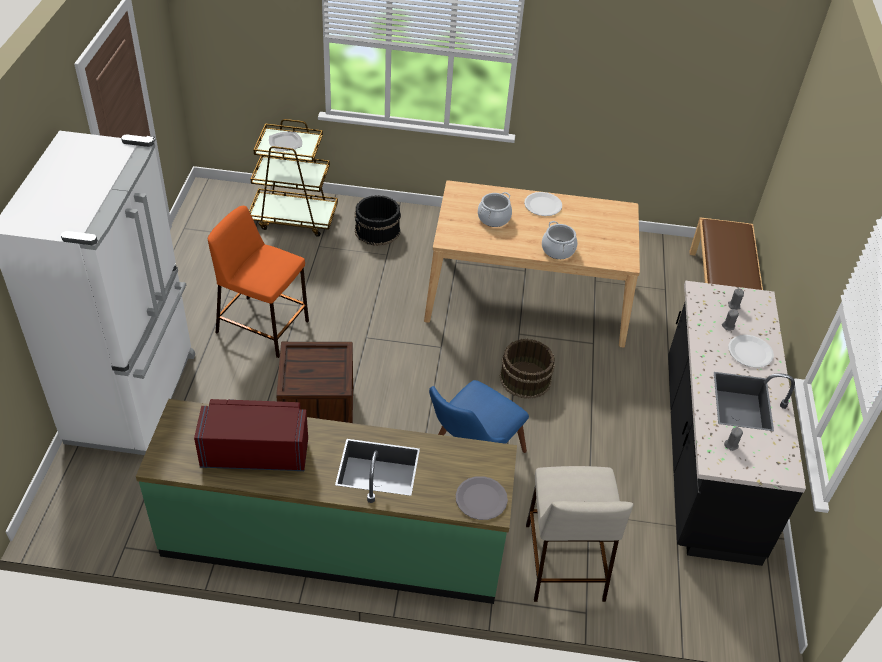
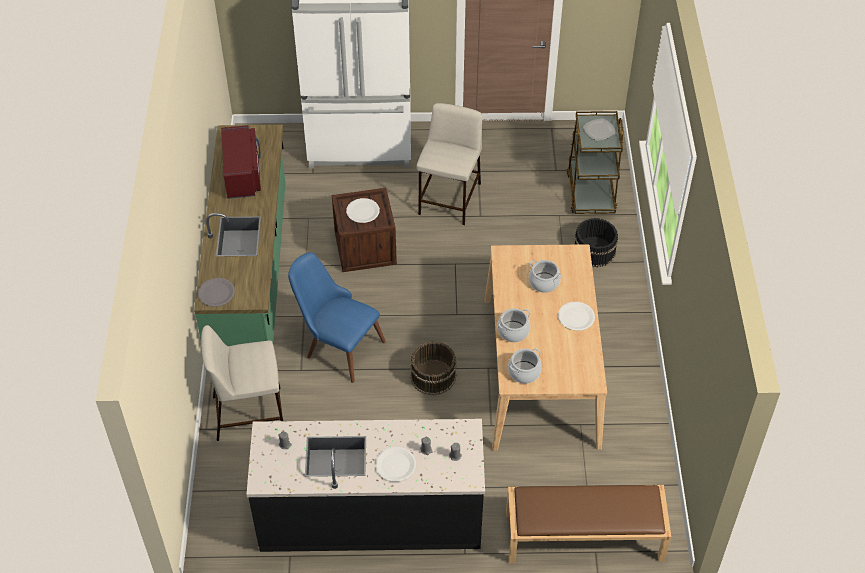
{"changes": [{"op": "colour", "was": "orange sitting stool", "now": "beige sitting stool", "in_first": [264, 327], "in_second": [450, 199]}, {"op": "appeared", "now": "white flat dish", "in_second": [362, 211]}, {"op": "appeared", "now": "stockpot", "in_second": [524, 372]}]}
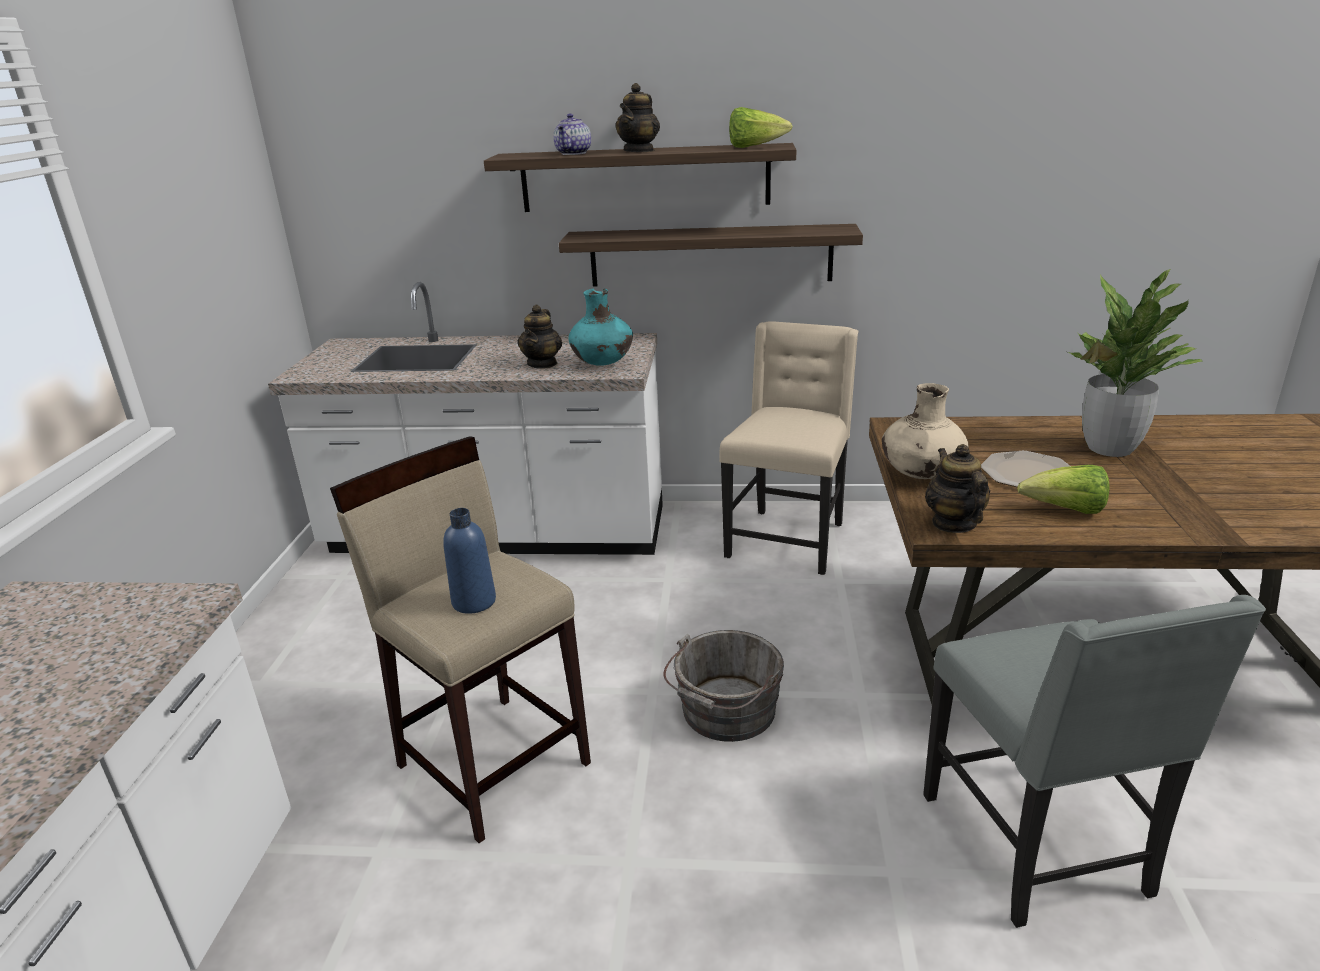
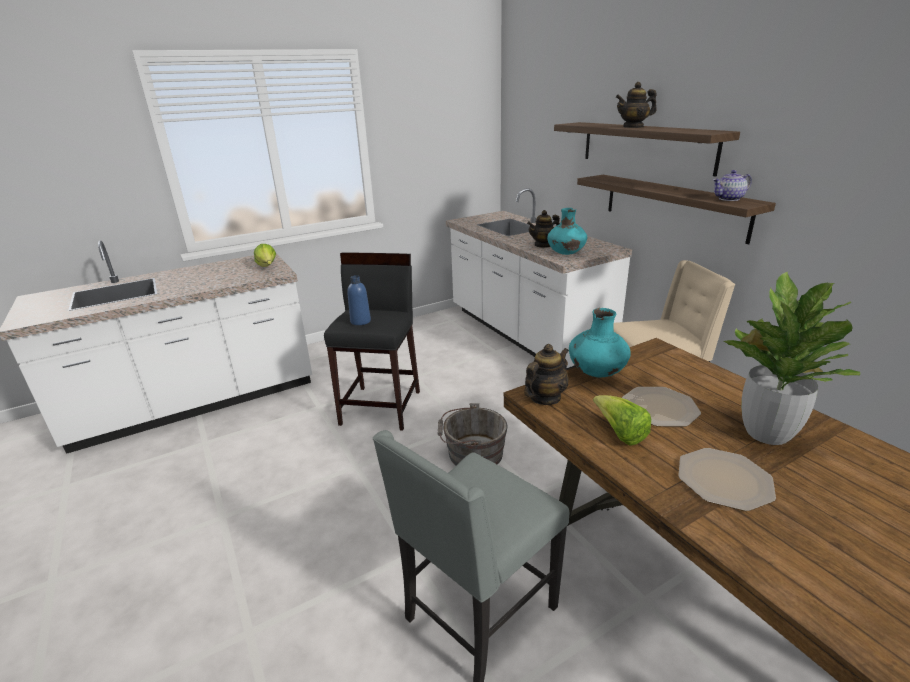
{"changes": [{"op": "relocated", "was": "lettuce", "in_first": [754, 147], "in_second": [267, 267]}, {"op": "relocated", "was": "pot for tea", "in_first": [574, 153], "in_second": [729, 199]}, {"op": "colour", "was": "beige vase", "now": "turquoise-coloured vase", "in_first": [920, 475], "in_second": [596, 372]}, {"op": "colour", "was": "beige sitting stool", "now": "blackish sitting stool", "in_first": [494, 762], "in_second": [382, 407]}, {"op": "appeared", "now": "flat dish", "in_second": [725, 480]}]}
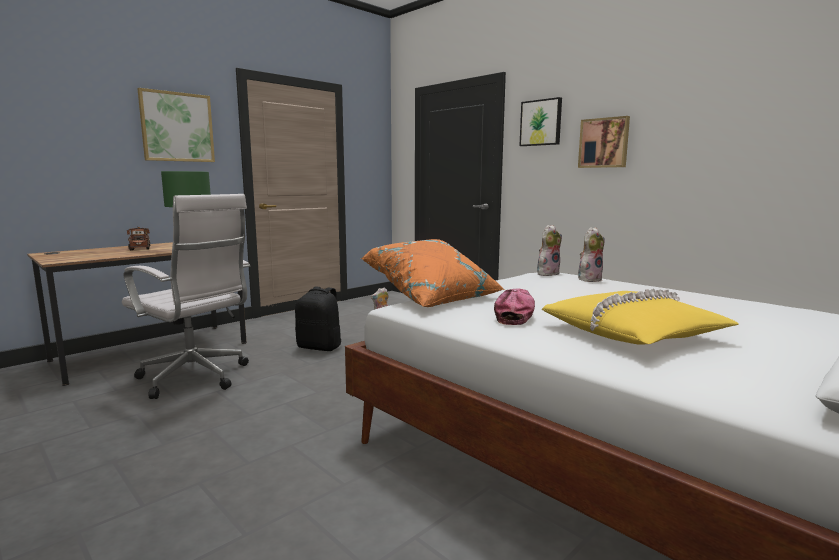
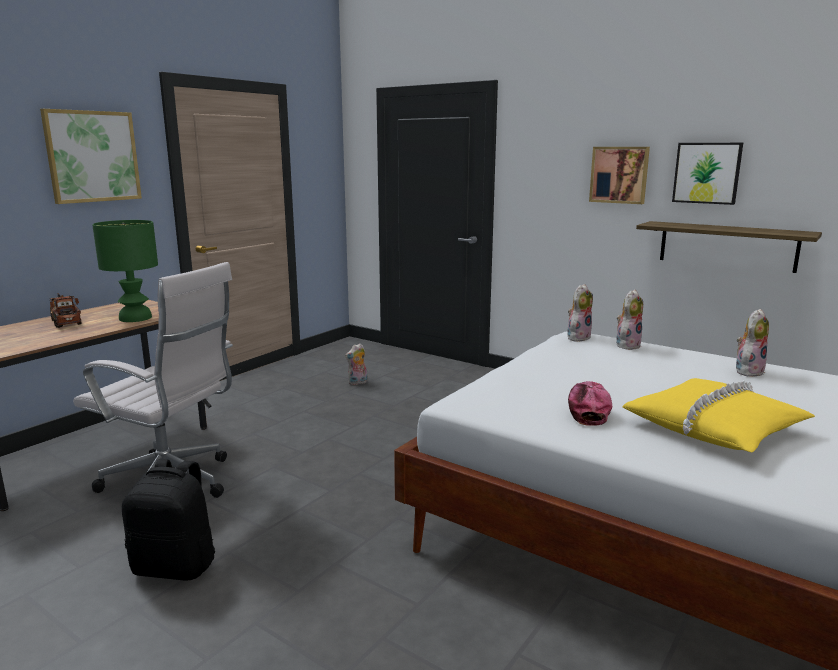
{"changes": [{"op": "relocated", "was": "picture", "in_first": [541, 122], "in_second": [707, 173]}, {"op": "missing", "was": "orange throw pillow", "in_first": [433, 297]}, {"op": "relocated", "was": "blackish rucksack", "in_first": [320, 347], "in_second": [176, 566]}, {"op": "appeared", "now": "shelf", "in_second": [727, 246]}, {"op": "appeared", "now": "soft toy", "in_second": [748, 371]}]}
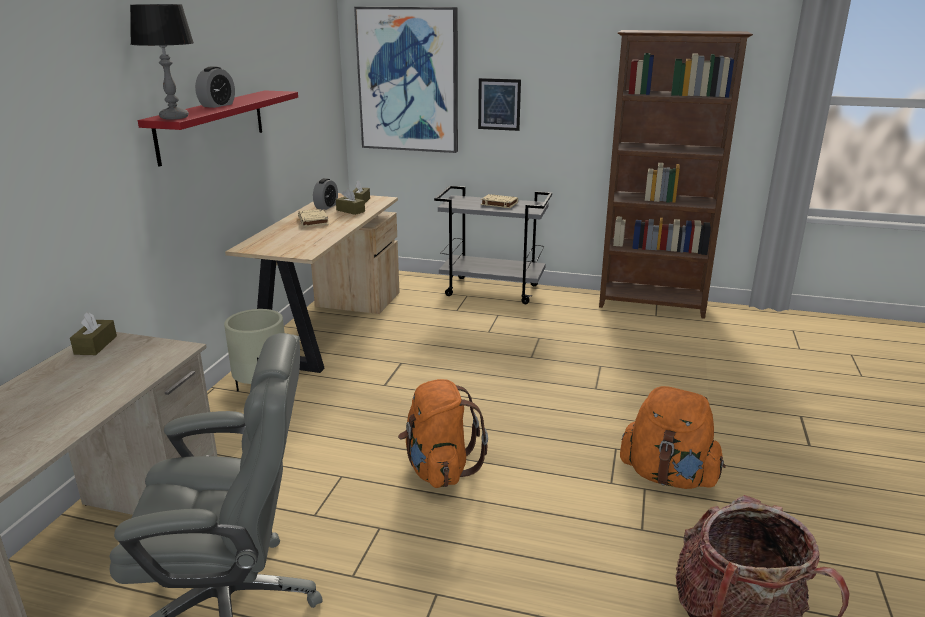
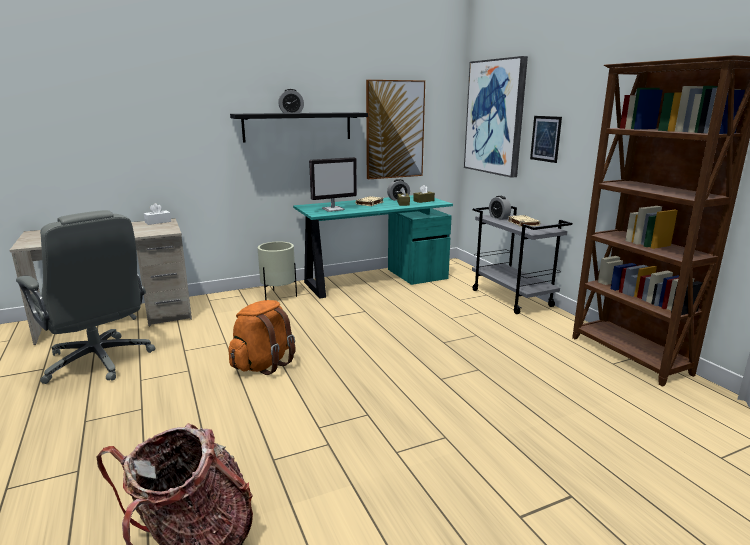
{"changes": [{"op": "missing", "was": "lamp for a table", "in_first": [174, 117]}, {"op": "colour", "was": "reddish shelf", "now": "blackish shelf", "in_first": [212, 125], "in_second": [298, 126]}, {"op": "colour", "was": "beige desk unit", "now": "turquoise-coloured desk unit", "in_first": [329, 325], "in_second": [373, 280]}, {"op": "colour", "was": "brown tissue holder", "now": "white tissue holder", "in_first": [95, 345], "in_second": [158, 222]}, {"op": "missing", "was": "orange rucksack", "in_first": [668, 476]}, {"op": "appeared", "now": "picture", "in_second": [394, 130]}, {"op": "appeared", "now": "computer display", "in_second": [333, 209]}, {"op": "appeared", "now": "bedside clock", "in_second": [499, 218]}]}
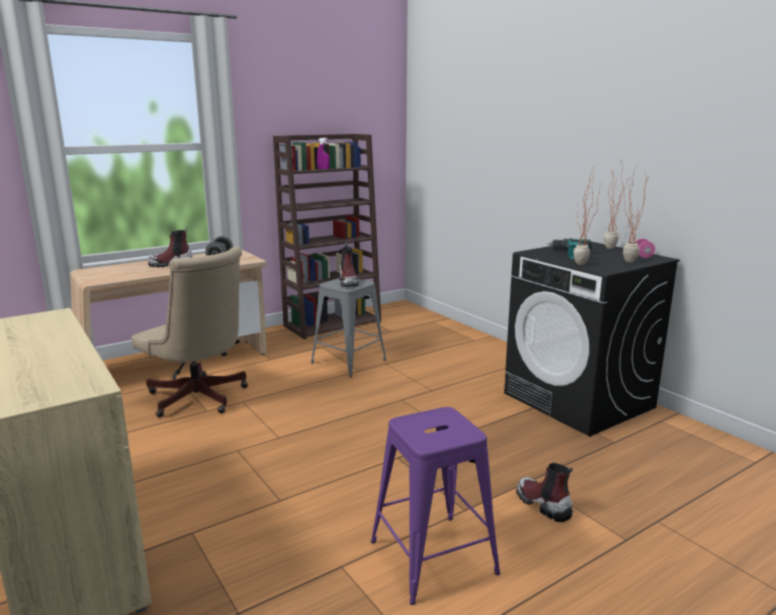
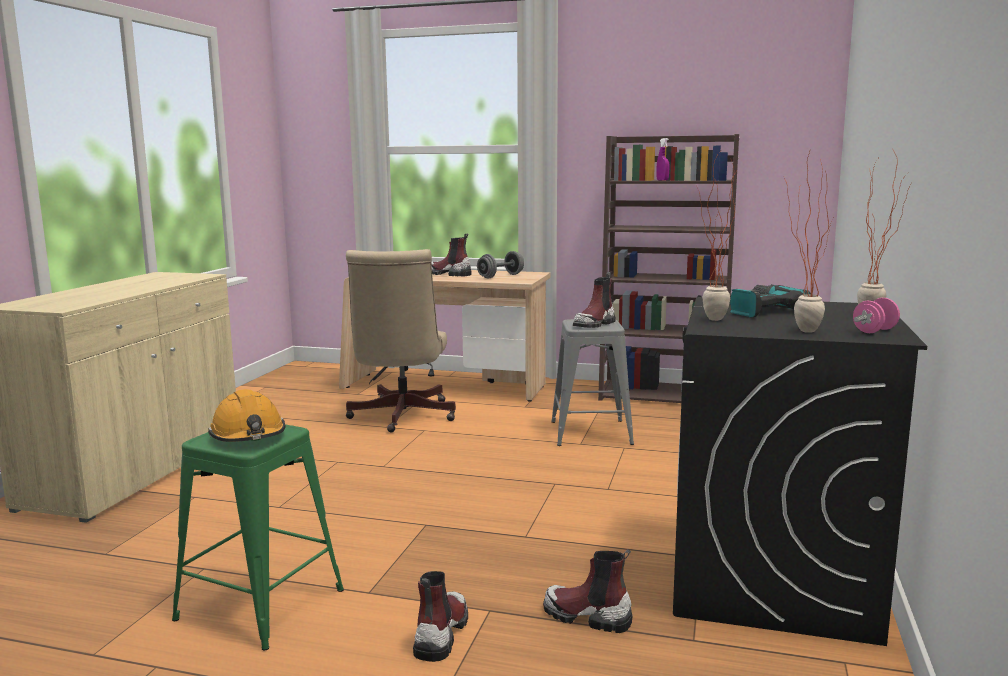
{"changes": [{"op": "colour", "was": "purplish sitting stool", "now": "green sitting stool", "in_first": [433, 557], "in_second": [261, 605]}, {"op": "appeared", "now": "orange hard hat", "in_second": [248, 435]}, {"op": "appeared", "now": "tall boot", "in_second": [587, 617]}]}
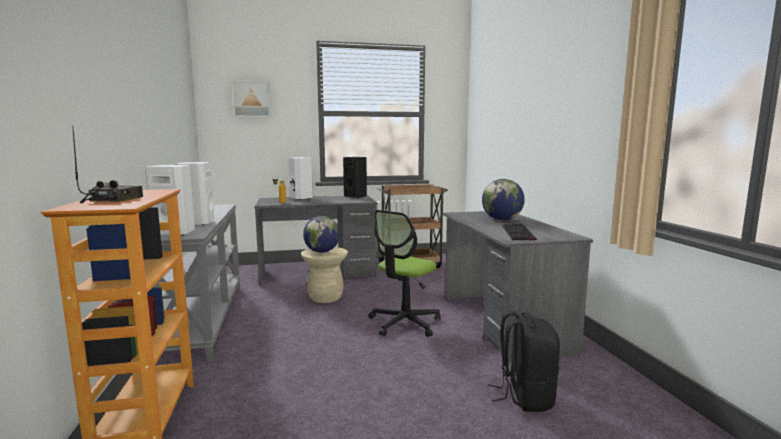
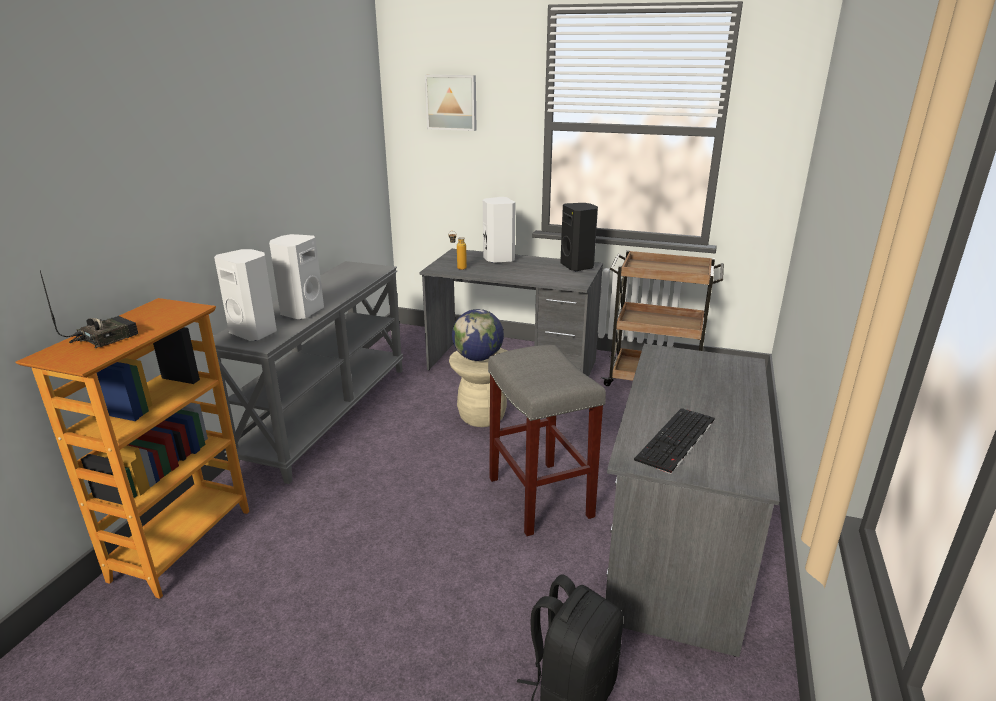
{"changes": [{"op": "missing", "was": "desk globe", "in_first": [502, 220]}, {"op": "exchanged", "was": "computer chair", "now": "greyish sitting stool", "in_first": [404, 323], "in_second": [538, 496]}]}
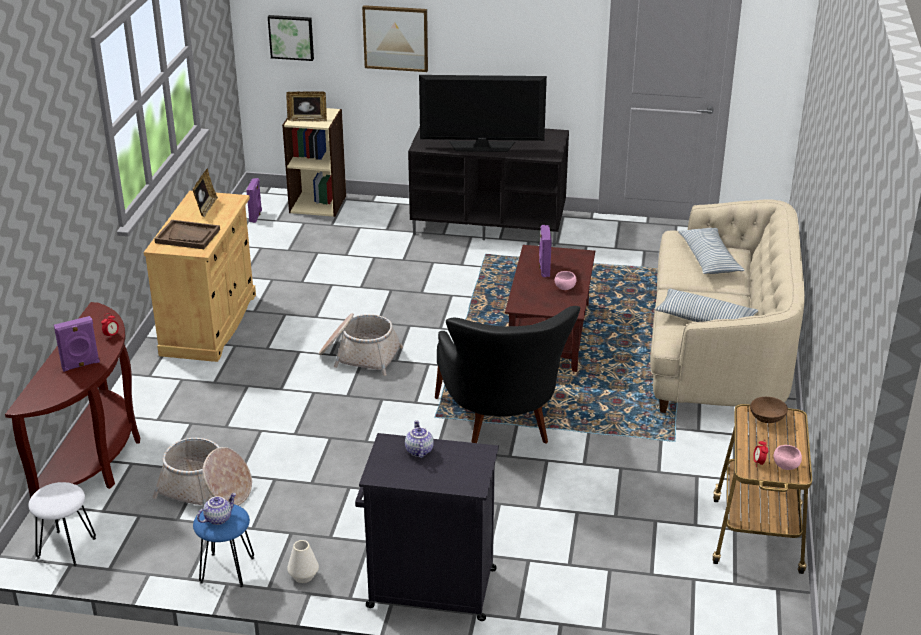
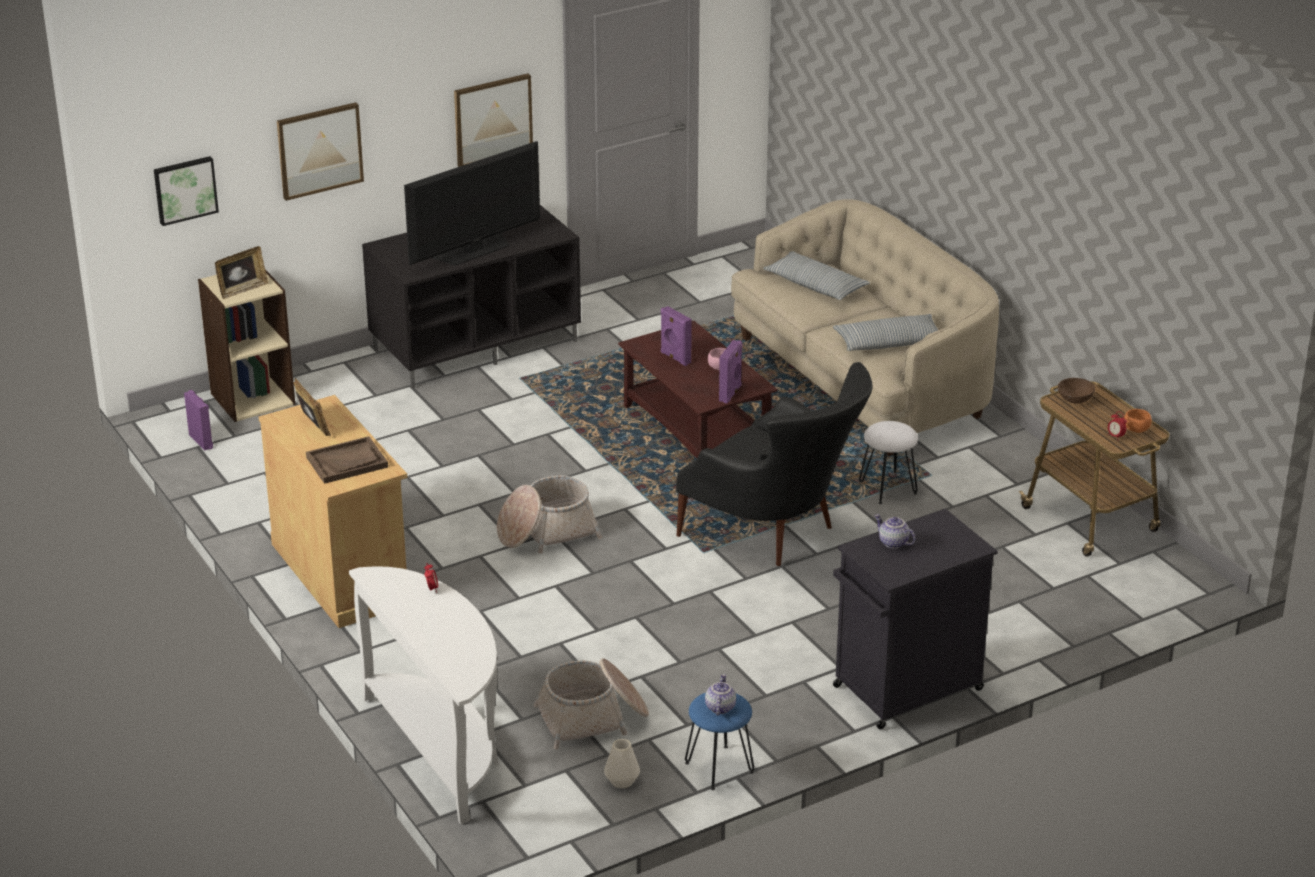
{"changes": [{"op": "colour", "was": "brown narrow table", "now": "white narrow table", "in_first": [95, 460], "in_second": [440, 749]}, {"op": "relocated", "was": "purplish audio speaker", "in_first": [81, 365], "in_second": [731, 393]}, {"op": "colour", "was": "pink-coloured serving bowl", "now": "orange serving bowl", "in_first": [785, 466], "in_second": [1136, 430]}, {"op": "relocated", "was": "white sitting stool", "in_first": [66, 548], "in_second": [887, 488]}, {"op": "relocated", "was": "white vase", "in_first": [303, 576], "in_second": [622, 781]}, {"op": "appeared", "now": "picture", "in_second": [492, 119]}]}
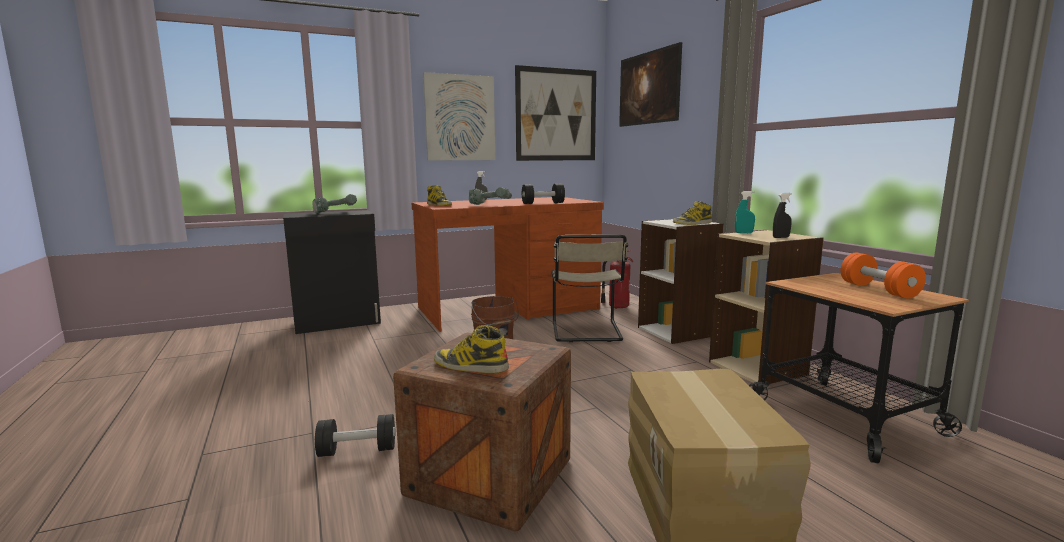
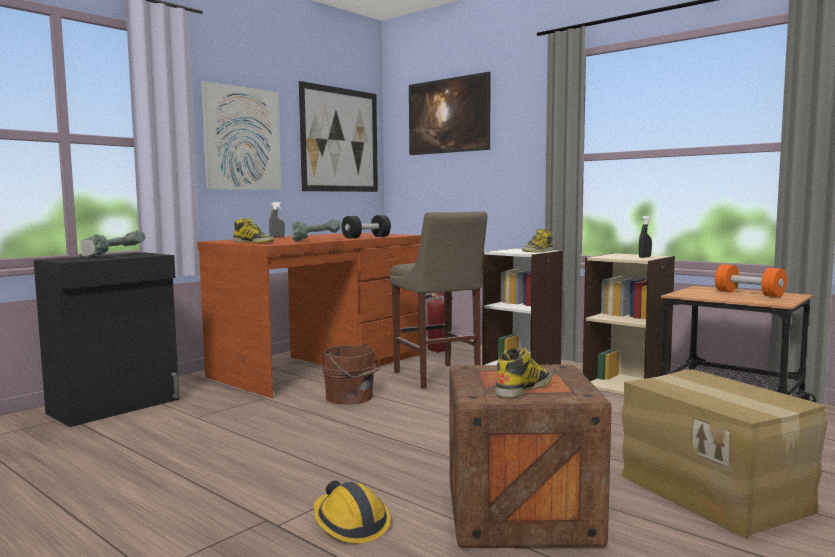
{"changes": [{"op": "missing", "was": "turquoise-coloured sprayer", "in_first": [743, 233]}, {"op": "exchanged", "was": "beige chair", "now": "beige sitting stool", "in_first": [586, 332], "in_second": [438, 377]}, {"op": "spun", "was": "tall boot", "in_first": [470, 366], "in_second": [523, 388], "clockwise": 135}, {"op": "exchanged", "was": "blackish dumbbell", "now": "hard hat", "in_first": [357, 450], "in_second": [350, 524]}]}
